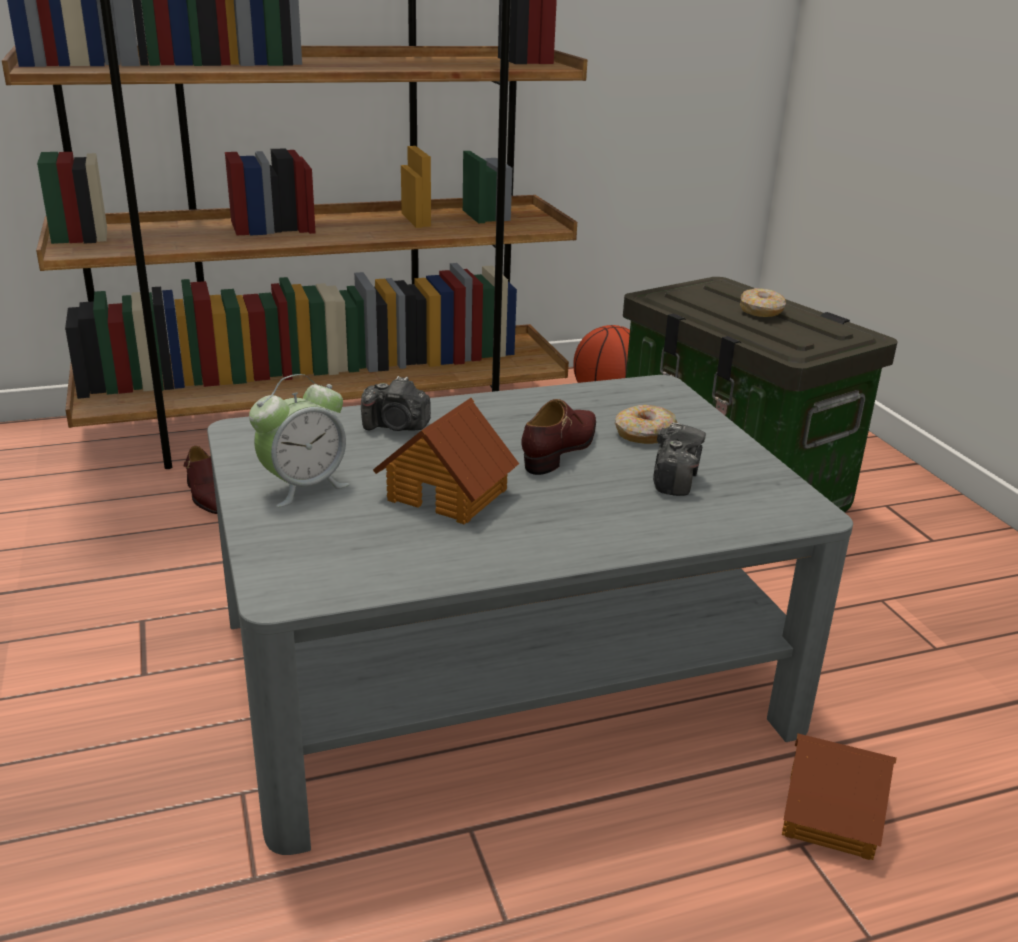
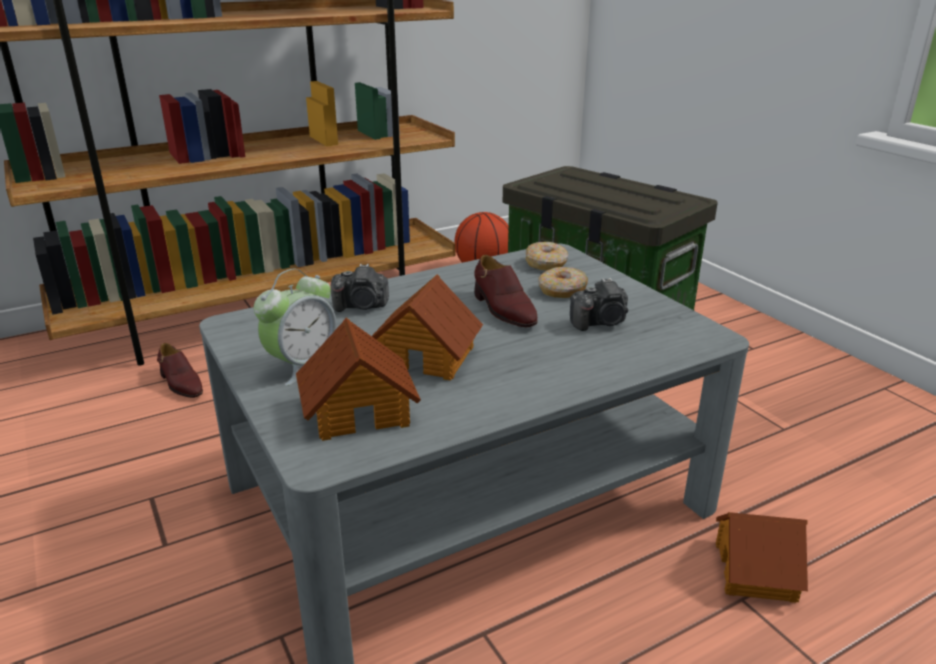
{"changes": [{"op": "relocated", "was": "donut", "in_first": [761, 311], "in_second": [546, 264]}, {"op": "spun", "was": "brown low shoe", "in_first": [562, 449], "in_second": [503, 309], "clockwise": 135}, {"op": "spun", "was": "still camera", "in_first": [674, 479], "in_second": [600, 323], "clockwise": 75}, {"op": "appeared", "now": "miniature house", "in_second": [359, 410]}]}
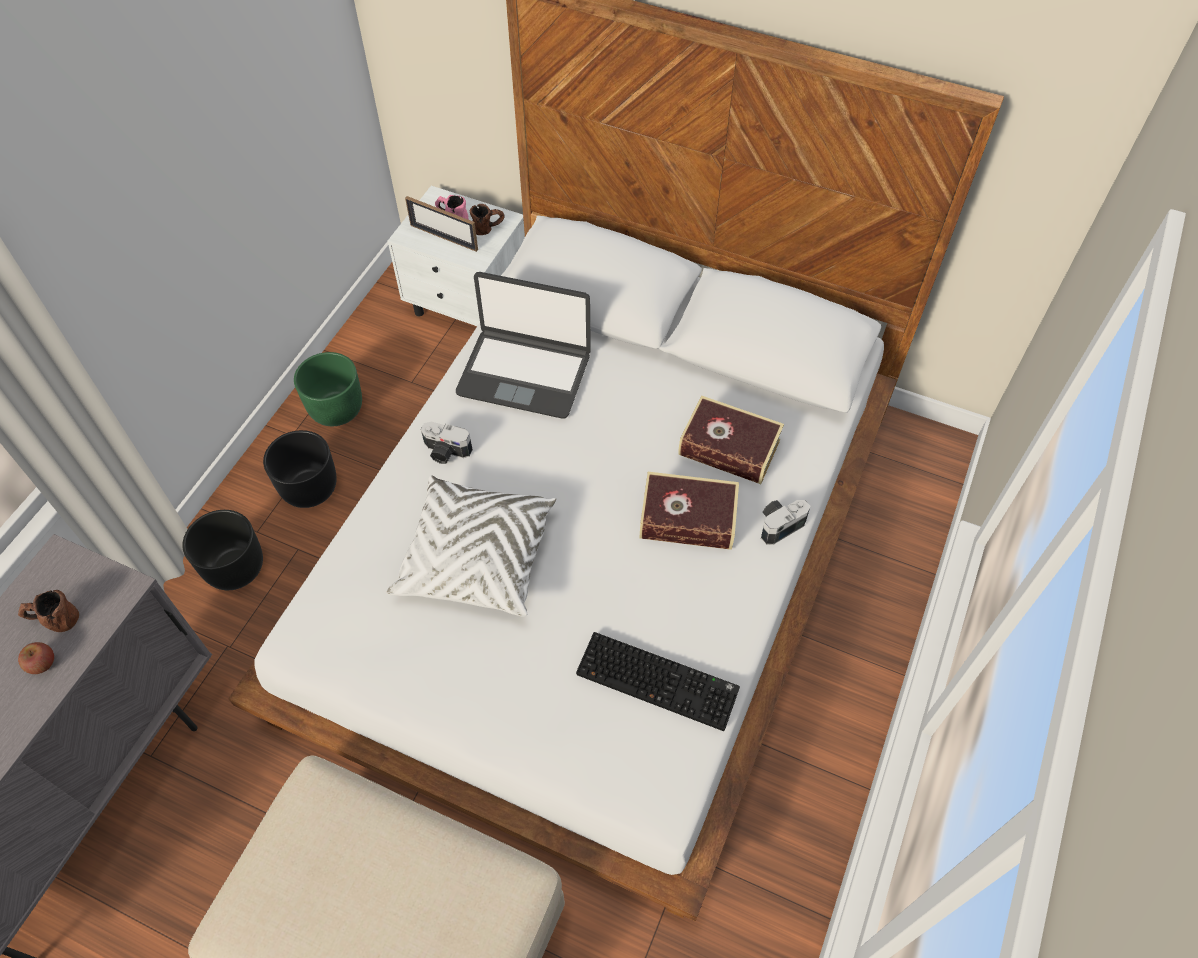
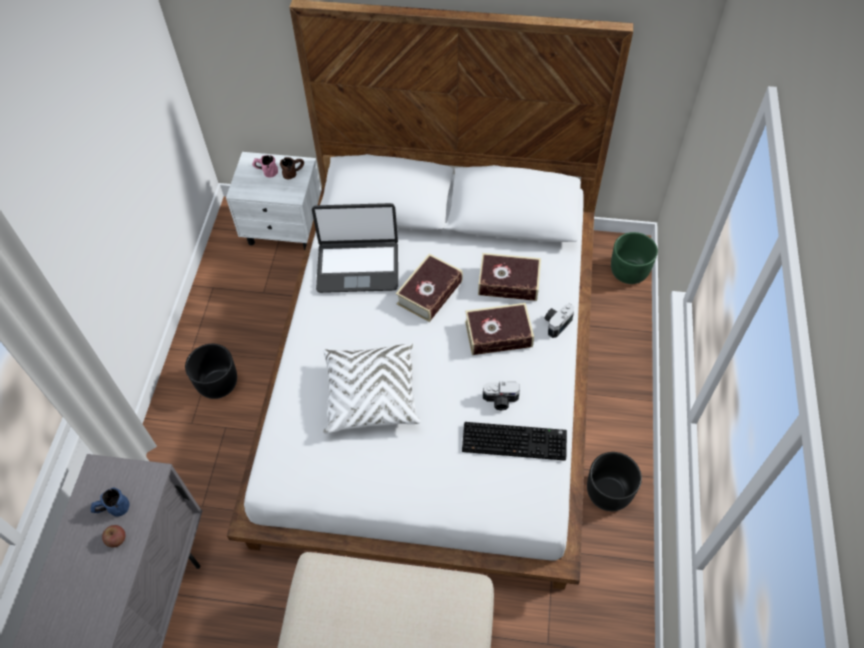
{"changes": [{"op": "missing", "was": "standing frame", "in_first": [444, 237]}, {"op": "relocated", "was": "green flower pot", "in_first": [336, 408], "in_second": [628, 271]}, {"op": "relocated", "was": "still camera", "in_first": [445, 452], "in_second": [500, 401]}, {"op": "relocated", "was": "blackish flower pot", "in_first": [235, 567], "in_second": [608, 492]}, {"op": "colour", "was": "brown coffee mug", "now": "bluish coffee mug", "in_first": [54, 621], "in_second": [113, 509]}, {"op": "appeared", "now": "book", "in_second": [429, 293]}]}
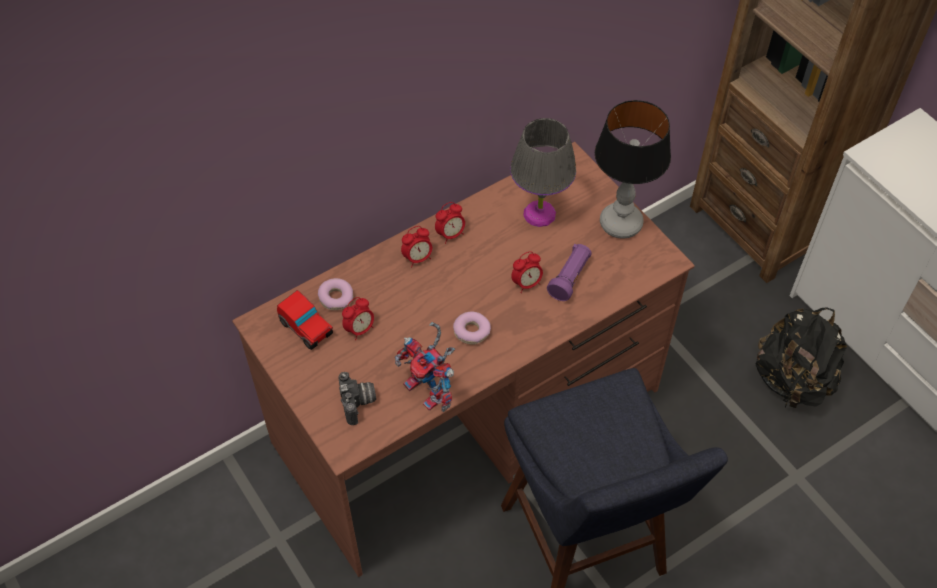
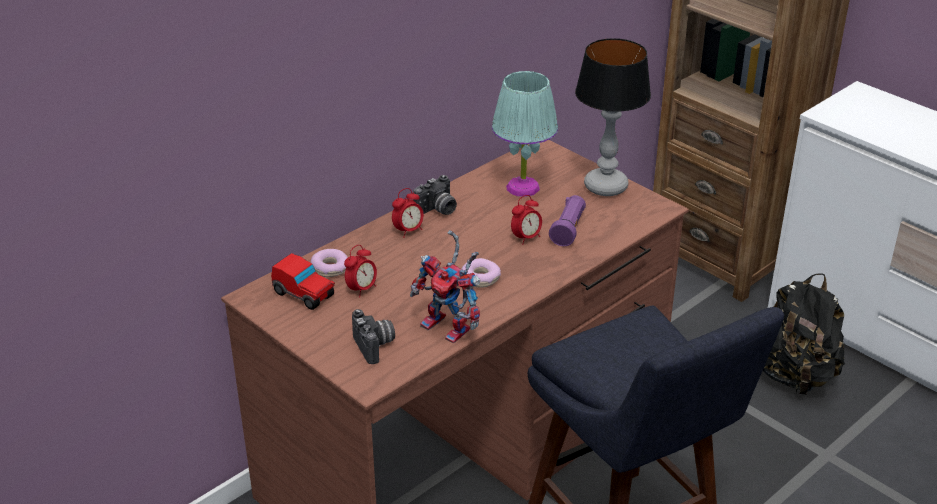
{"changes": [{"op": "colour", "was": "greyish lamp for a table", "now": "turquoise-coloured lamp for a table", "in_first": [539, 214], "in_second": [522, 188]}, {"op": "exchanged", "was": "bedside clock", "now": "still camera", "in_first": [450, 234], "in_second": [437, 210]}]}
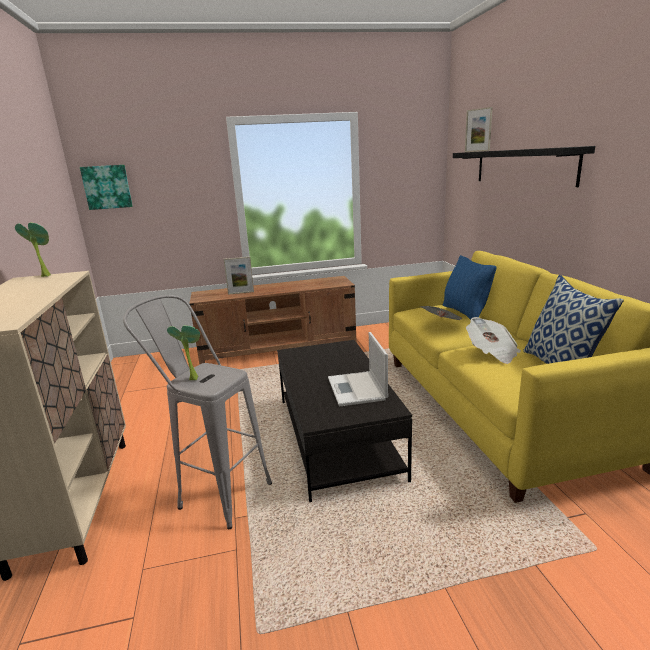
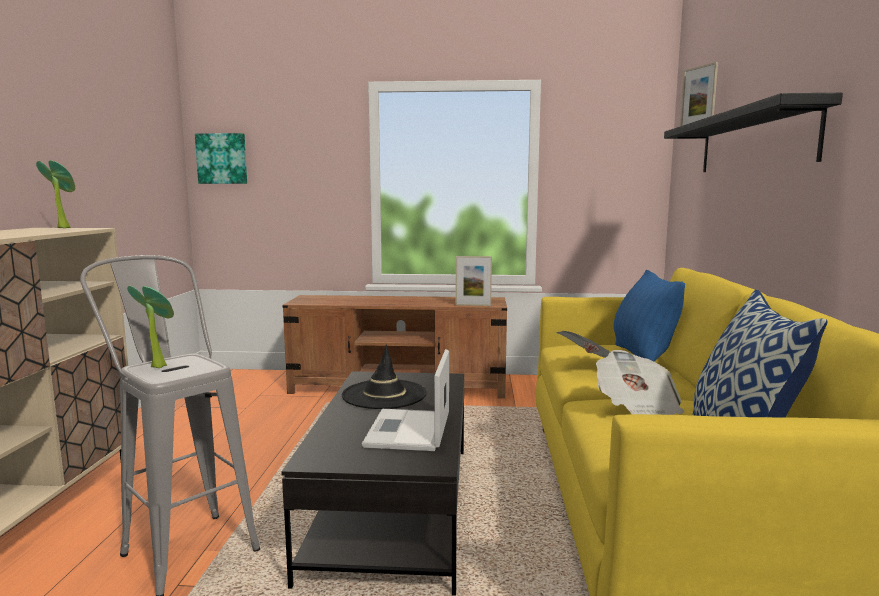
{"changes": [{"op": "relocated", "was": "standing frame", "in_first": [241, 293], "in_second": [473, 305]}, {"op": "appeared", "now": "blackish hat", "in_second": [384, 394]}]}
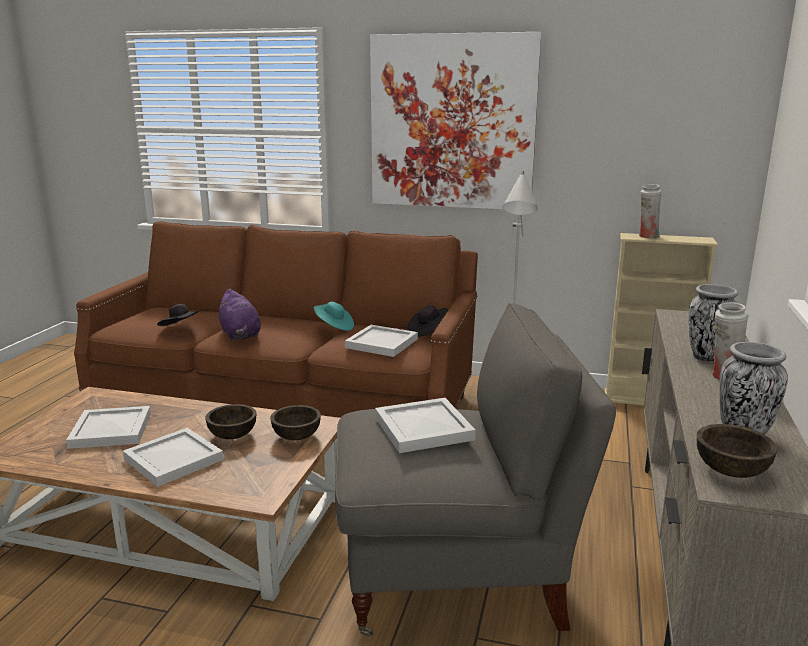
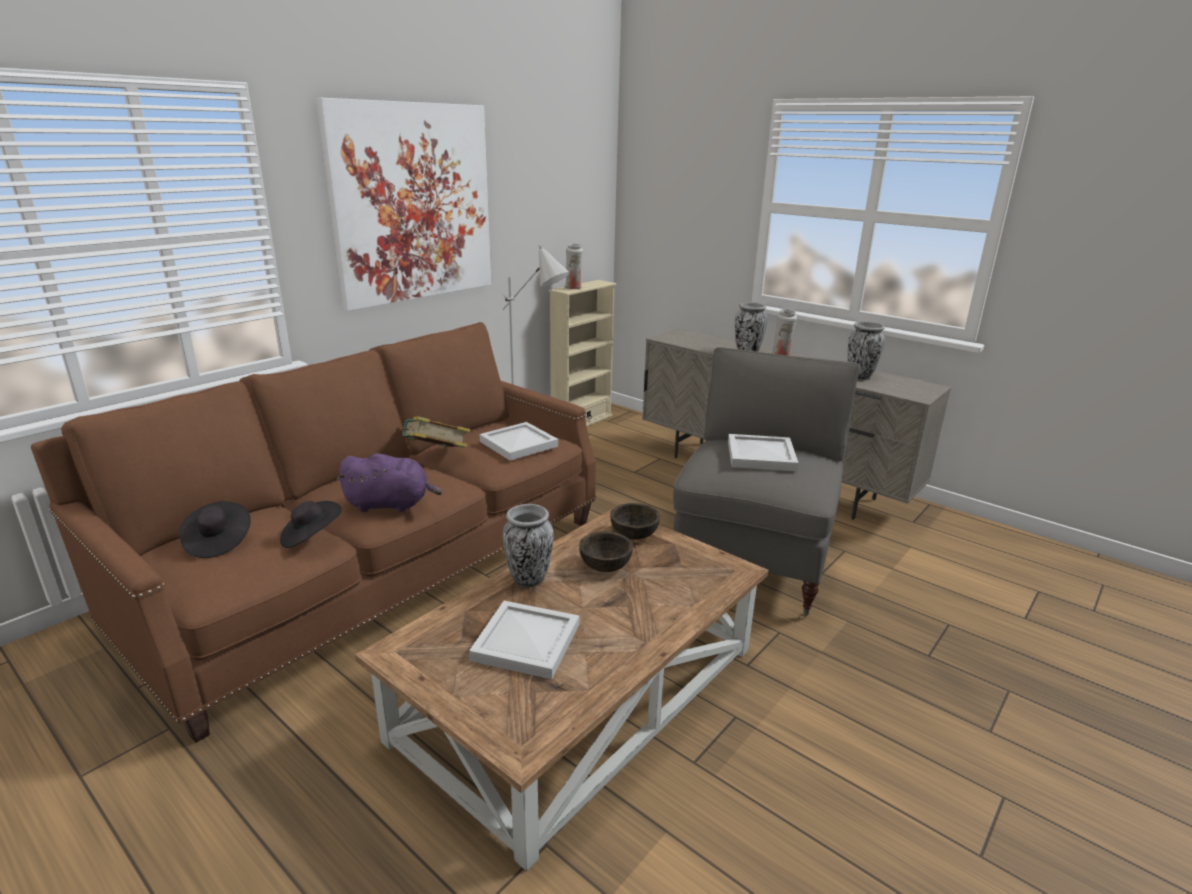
{"changes": [{"op": "exchanged", "was": "turquoise-coloured hat", "now": "book", "in_first": [334, 327], "in_second": [435, 455]}, {"op": "relocated", "was": "blackish hat", "in_first": [428, 331], "in_second": [218, 542]}, {"op": "missing", "was": "brown serving bowl", "in_first": [730, 470]}, {"op": "missing", "was": "white carrying tray", "in_first": [173, 460]}, {"op": "appeared", "now": "vase", "in_second": [528, 579]}]}
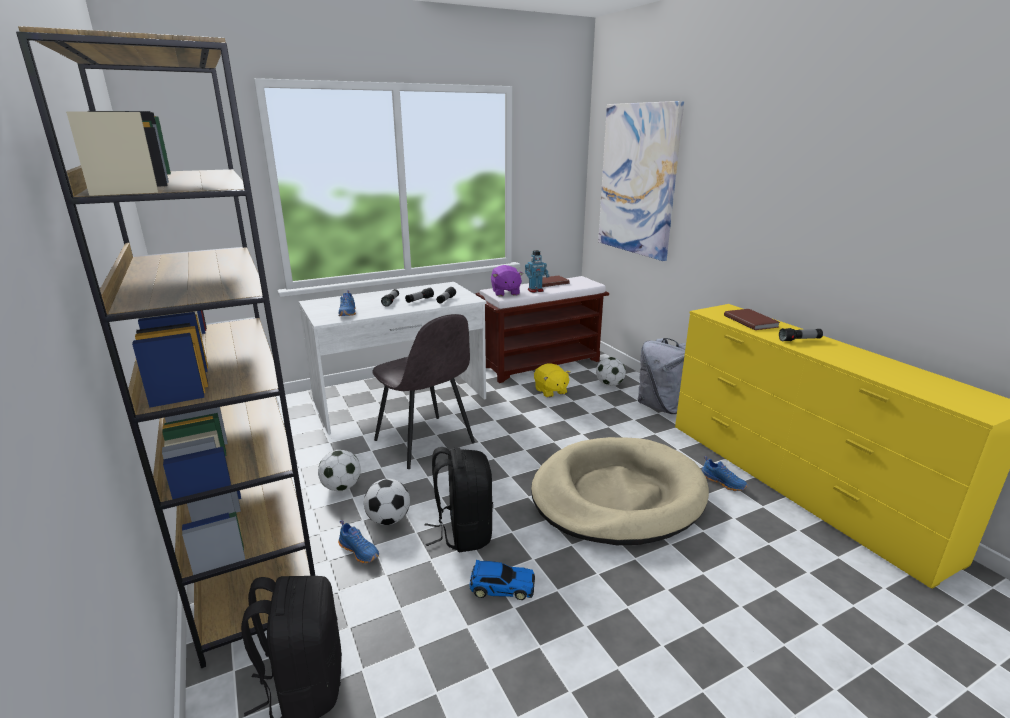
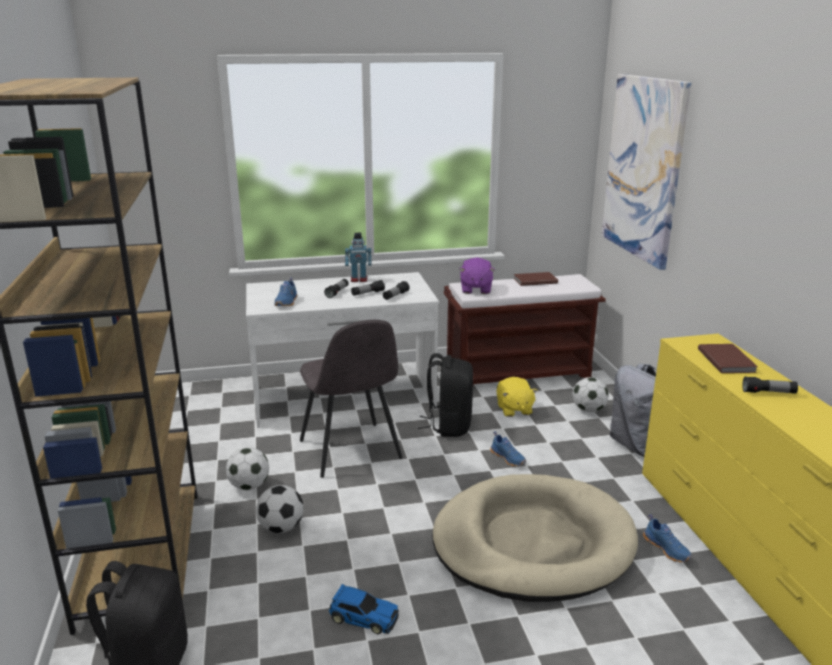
{"changes": [{"op": "relocated", "was": "robot figure", "in_first": [535, 290], "in_second": [359, 280]}, {"op": "relocated", "was": "blackish rucksack", "in_first": [463, 532], "in_second": [448, 425]}, {"op": "relocated", "was": "bluish low shoe", "in_first": [360, 551], "in_second": [508, 458]}]}
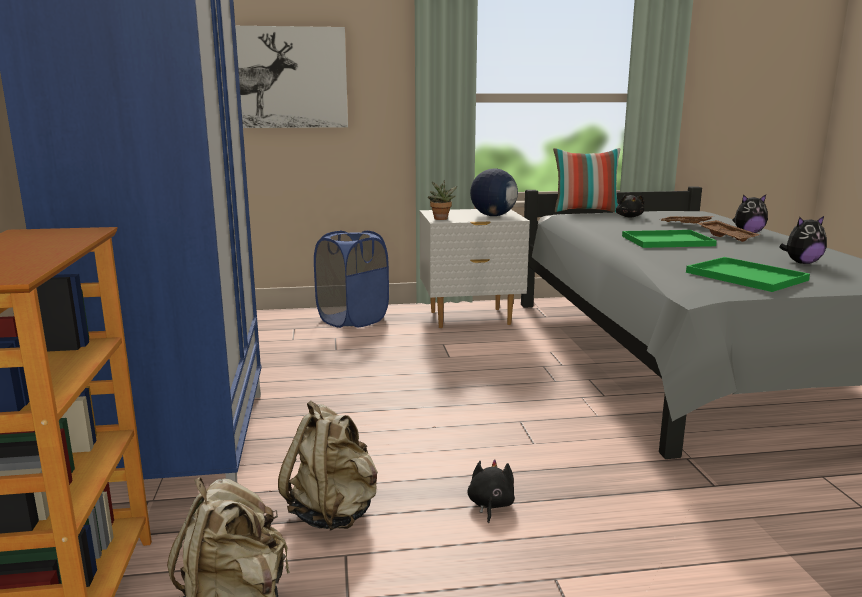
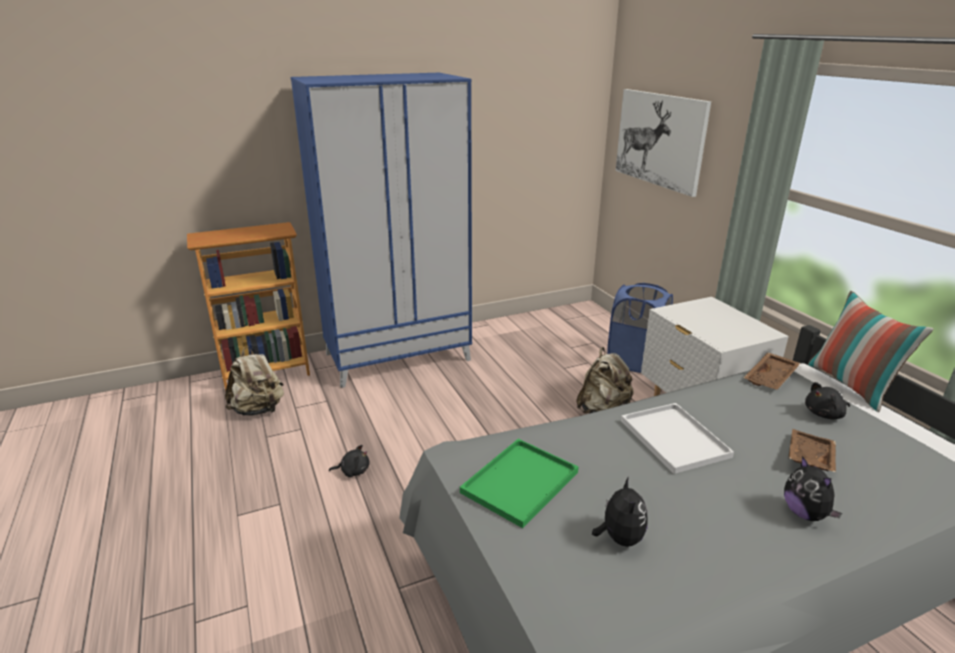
{"changes": [{"op": "missing", "was": "desk globe", "in_first": [493, 216]}, {"op": "missing", "was": "houseplant", "in_first": [441, 219]}, {"op": "spun", "was": "soft toy", "in_first": [801, 263], "in_second": [619, 538], "clockwise": -150}, {"op": "relocated", "was": "brown carrying tray", "in_first": [727, 237], "in_second": [771, 378]}, {"op": "colour", "was": "green carrying tray", "now": "white carrying tray", "in_first": [666, 241], "in_second": [672, 437]}, {"op": "relocated", "was": "beige rucksack", "in_first": [333, 512], "in_second": [602, 410]}]}
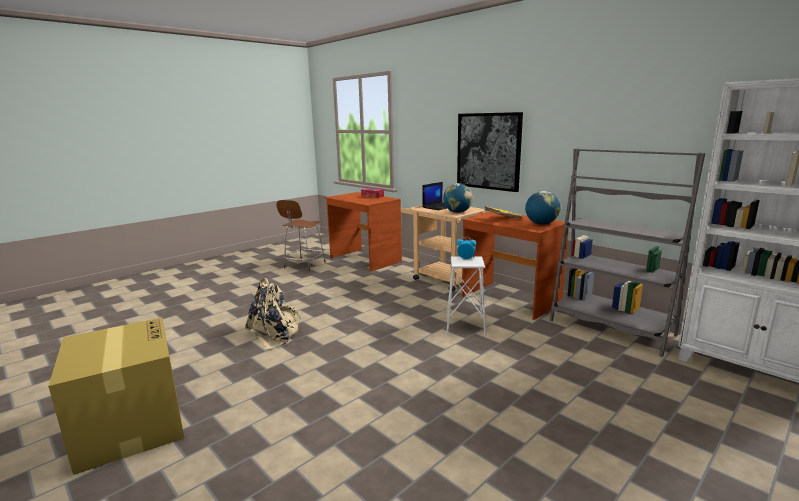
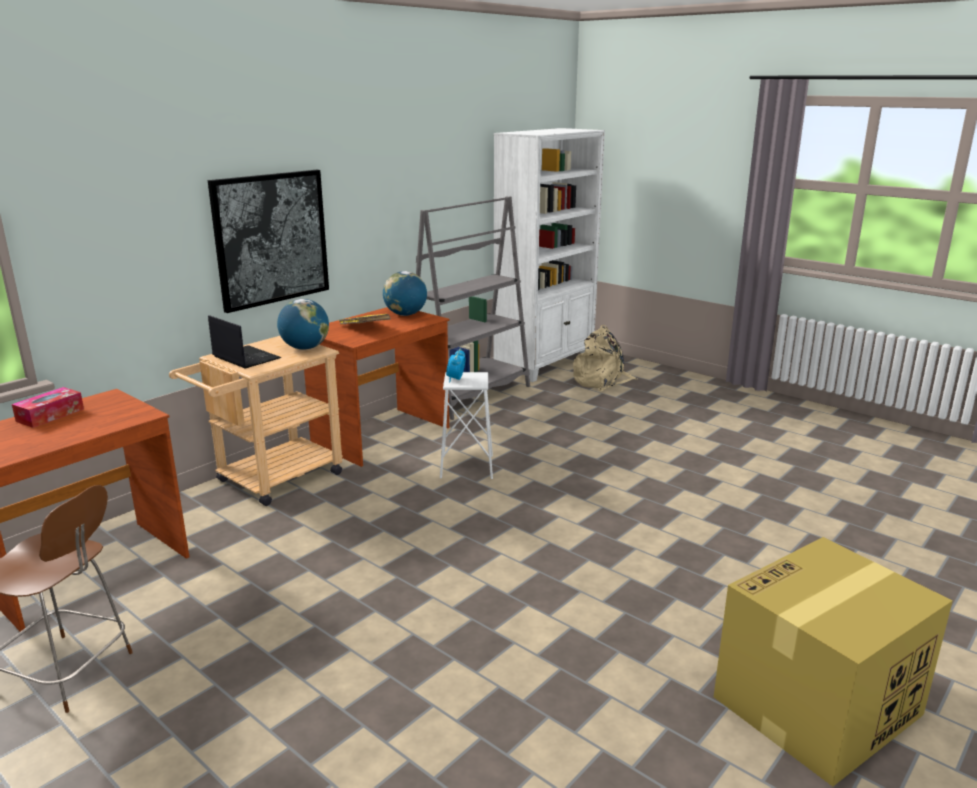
{"changes": [{"op": "relocated", "was": "beige rucksack", "in_first": [275, 333], "in_second": [602, 381]}]}
